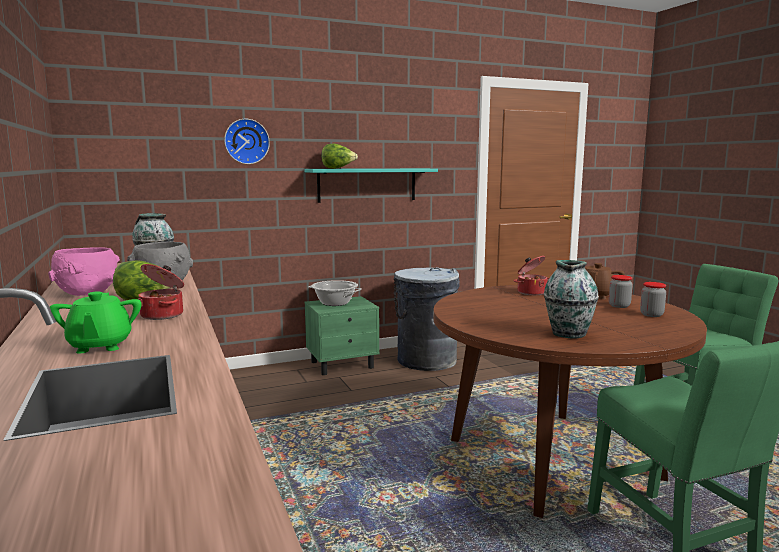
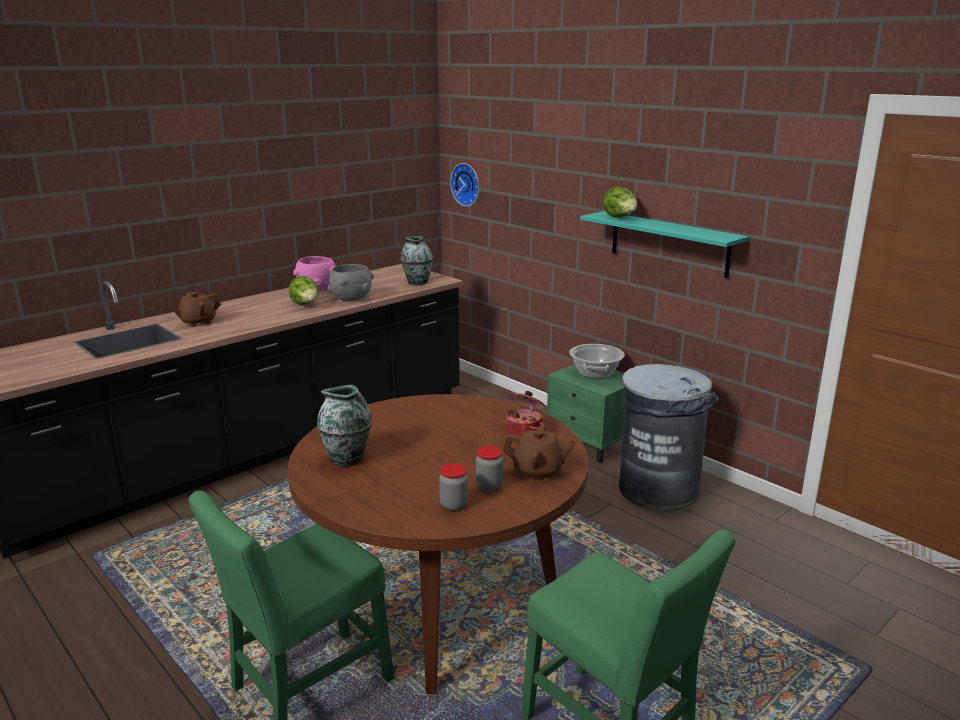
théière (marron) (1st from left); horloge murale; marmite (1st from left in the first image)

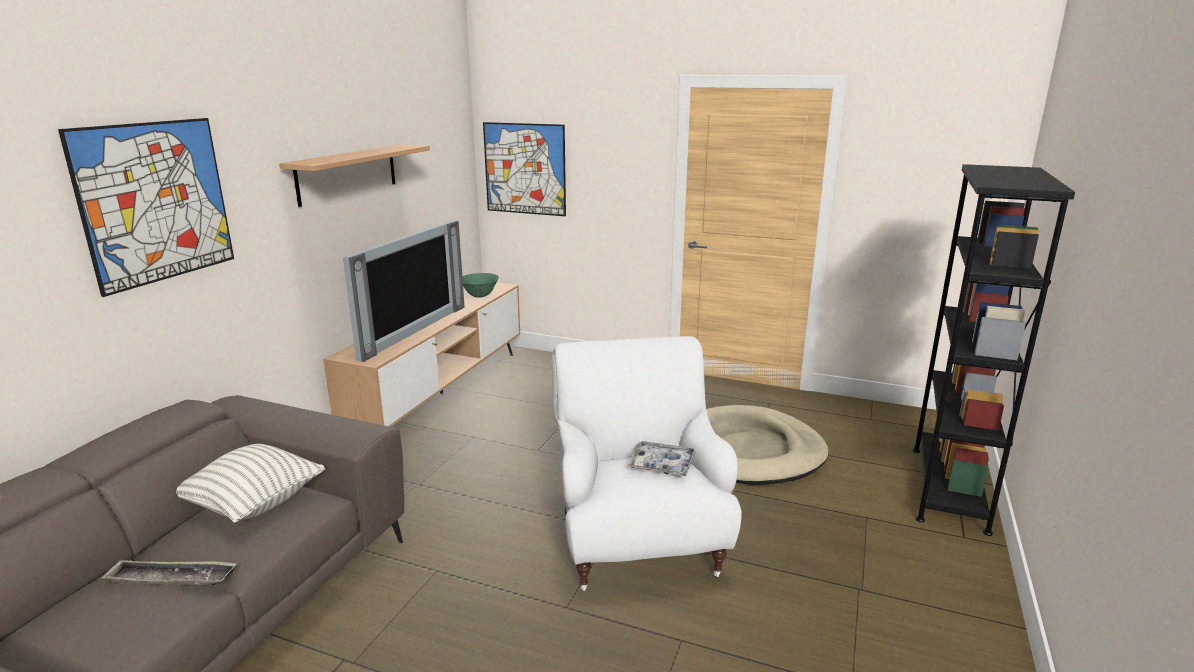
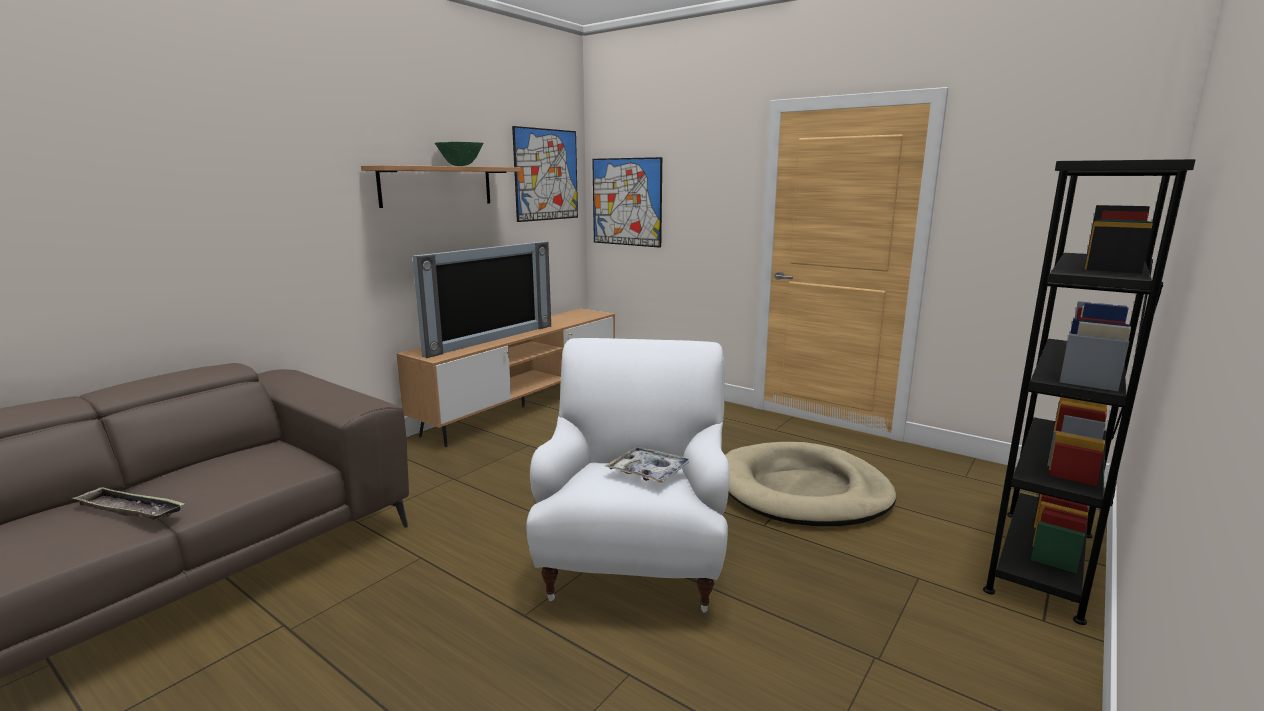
bol (vert); tableau (1st from left); coussin

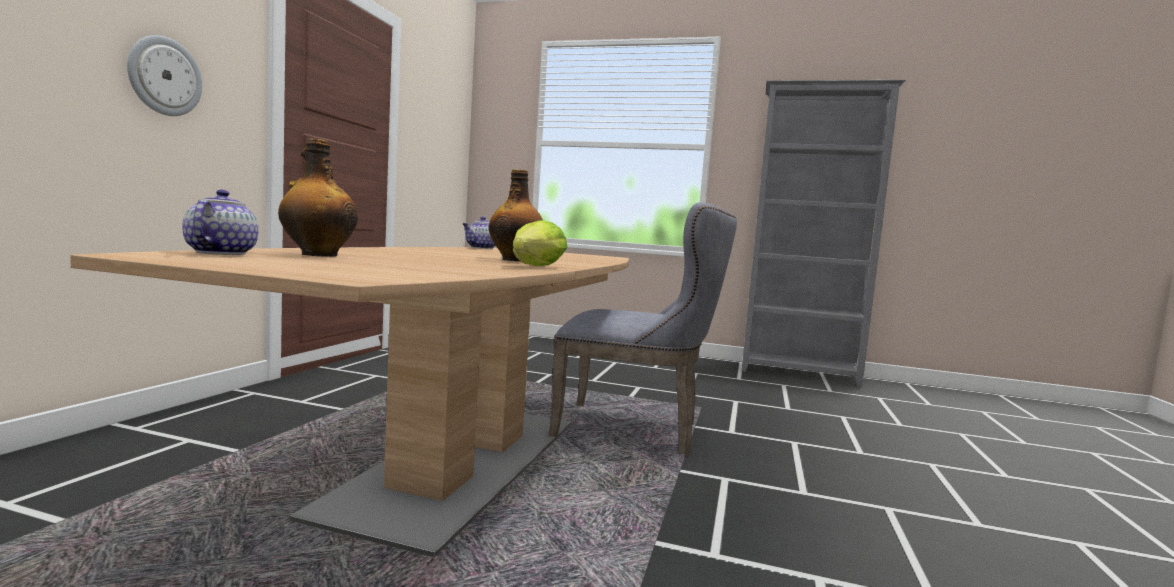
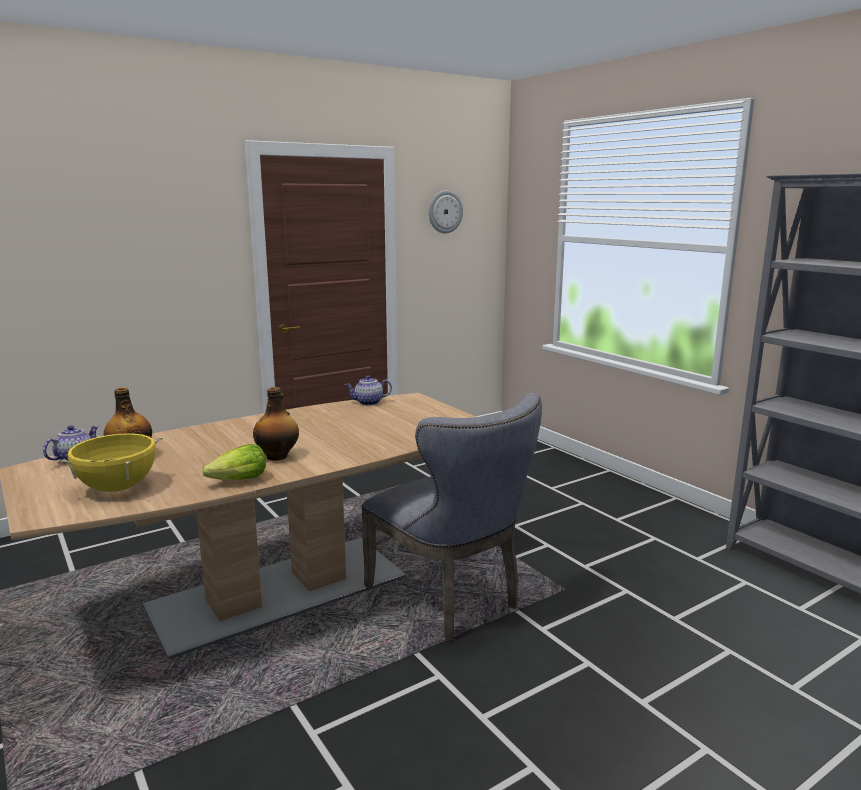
marmite (jaune); horloge murale

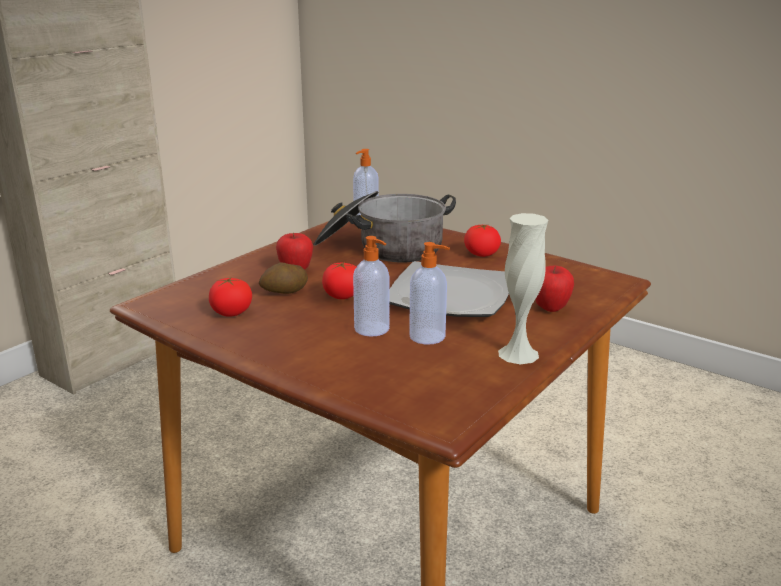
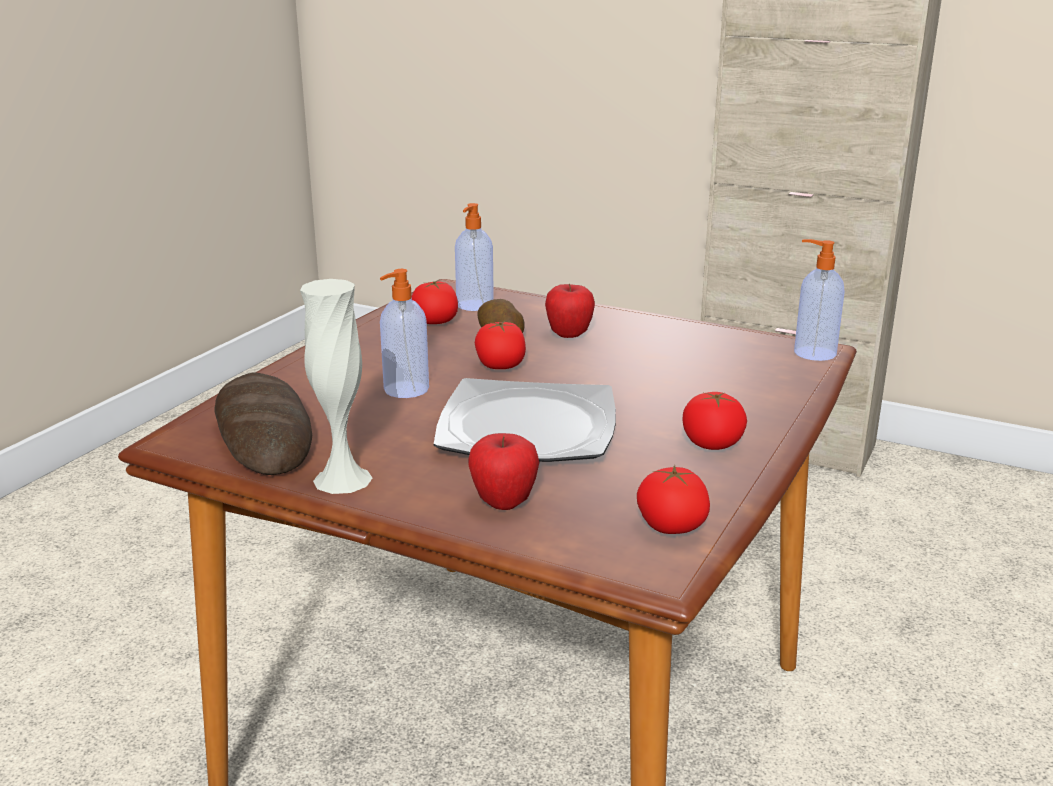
pain; distributeur de savon (2nd from left); tomate (3rd from left); marmite

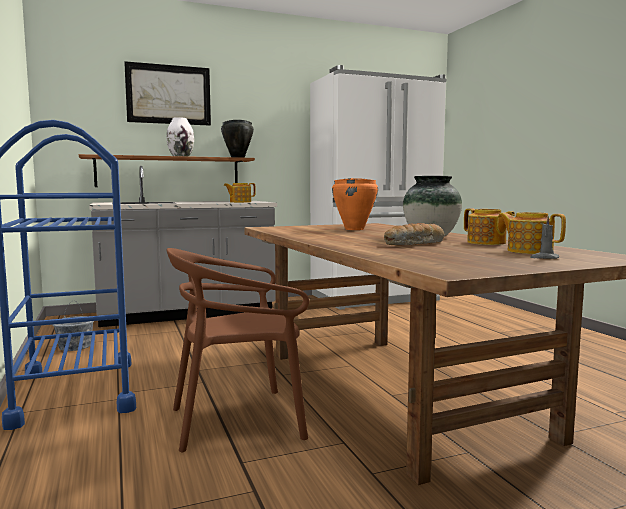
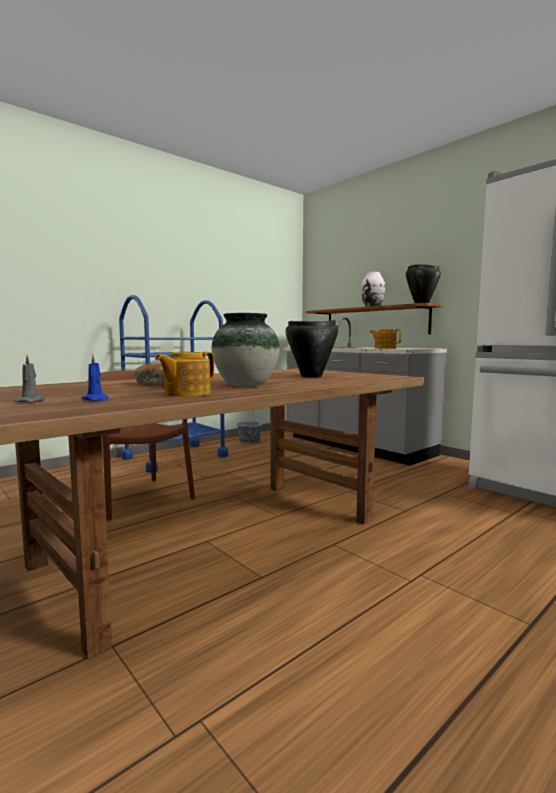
bougie (bleu); marmite (noir) (1st from left); tableau

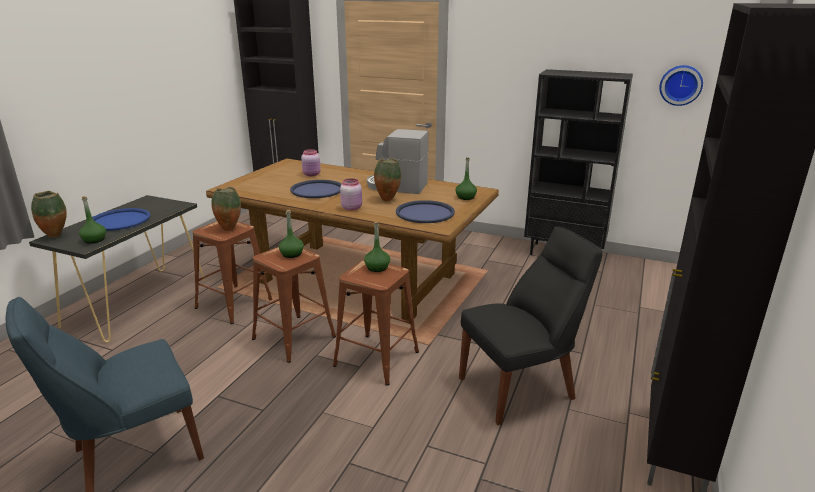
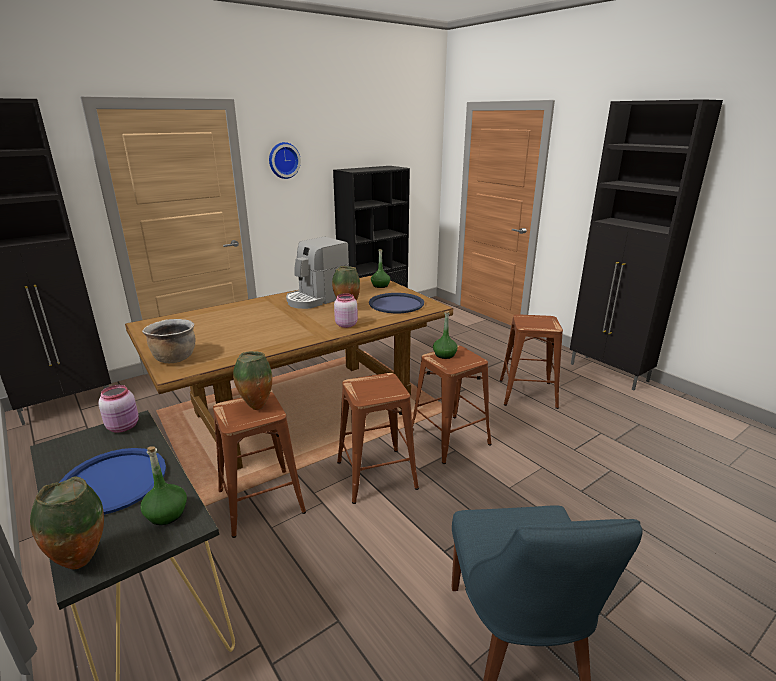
bocal (rose) (1st from left); marmite (marron); horloge murale; tabouret (marron) (4th from left); bouteille (vert) (2nd from left in the first image); plateau (bleu) (2nd from left in the first image)

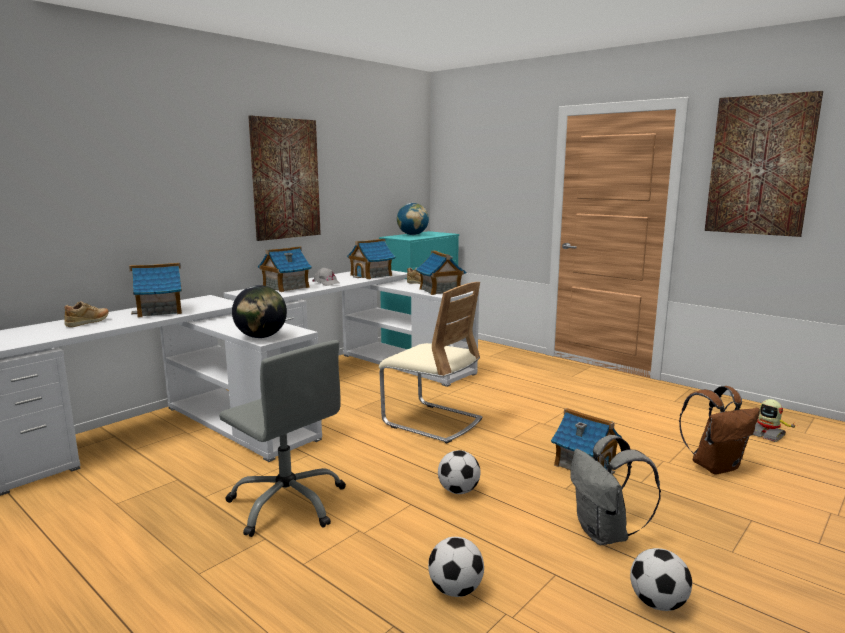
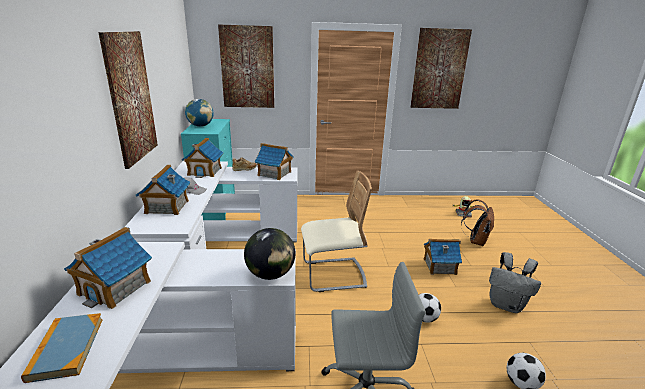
livre; tableau (2nd from left); ballon de foot (3rd from left in the first image)

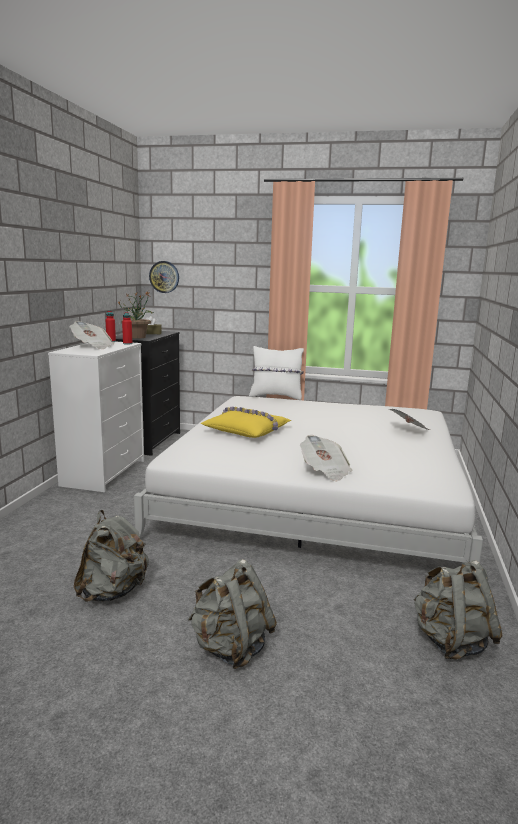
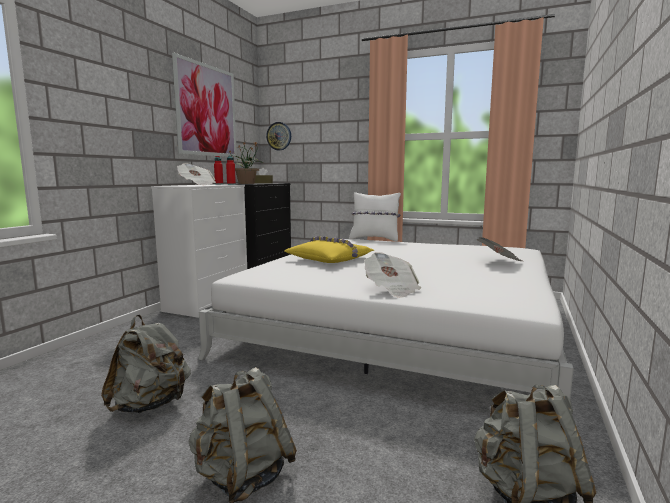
tableau

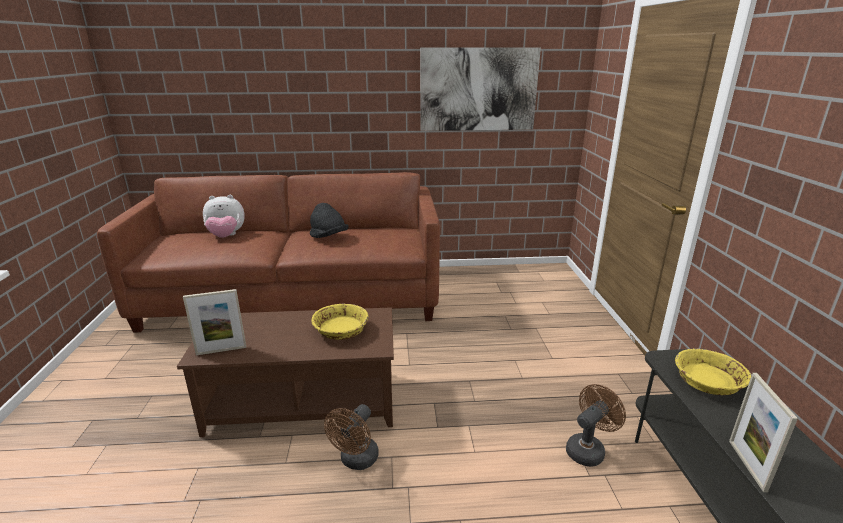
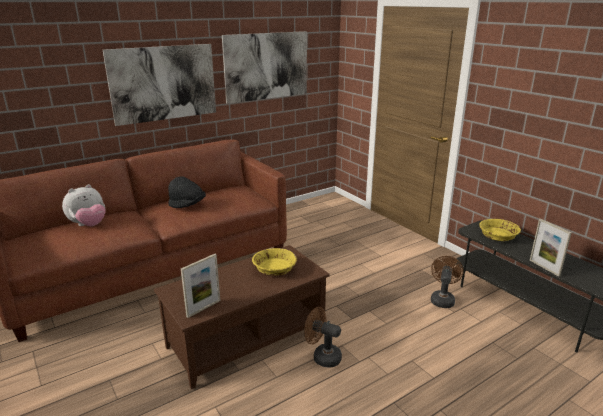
tableau (1st from left); ventilateur (marron) (1st from left)

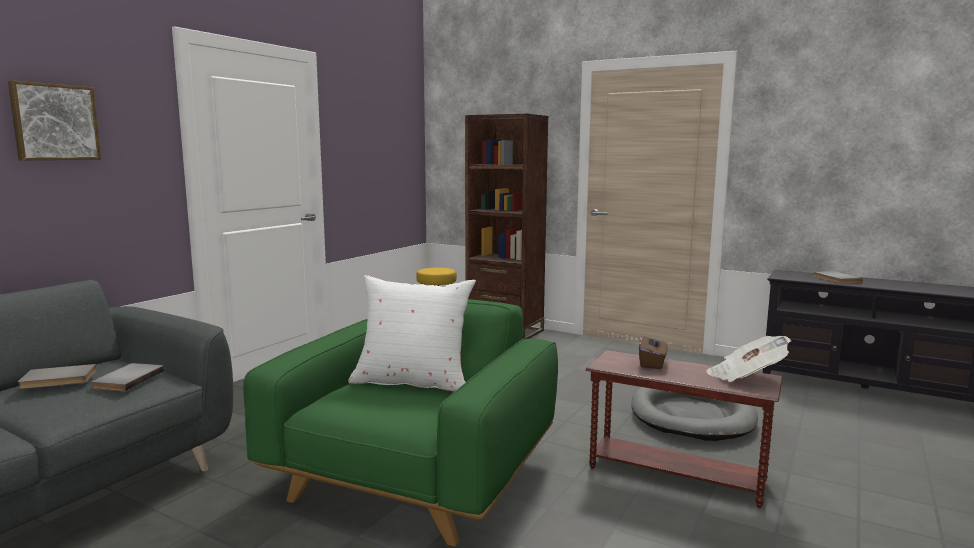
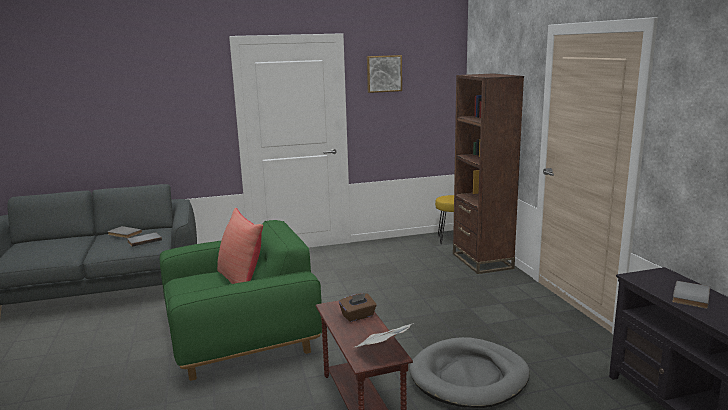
coussin (rouge); tableau

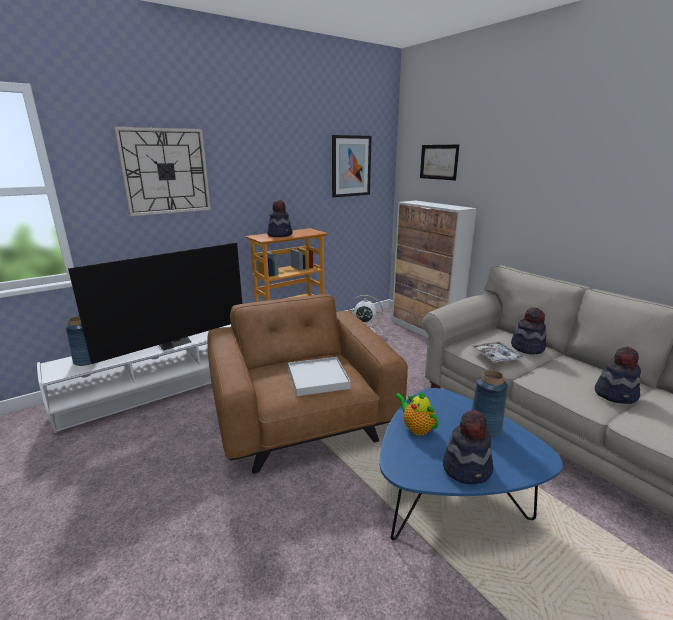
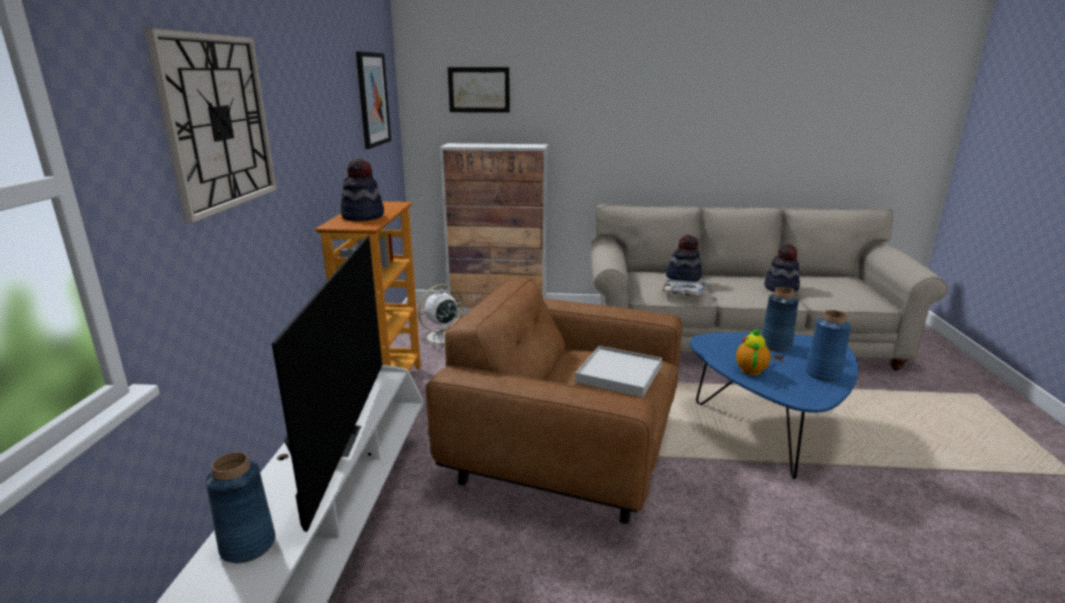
théière; vase (bleu) (3rd from left)

